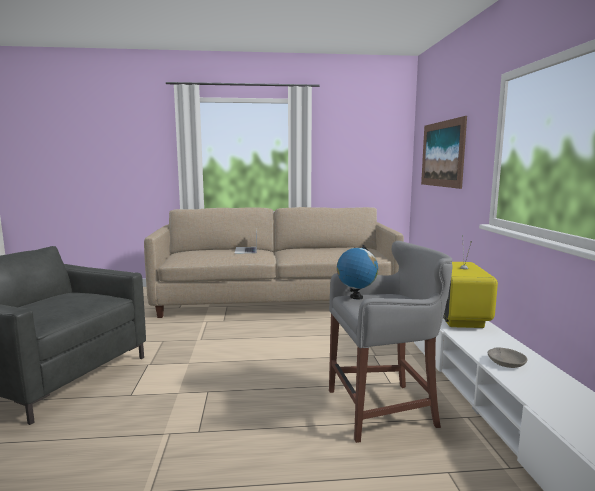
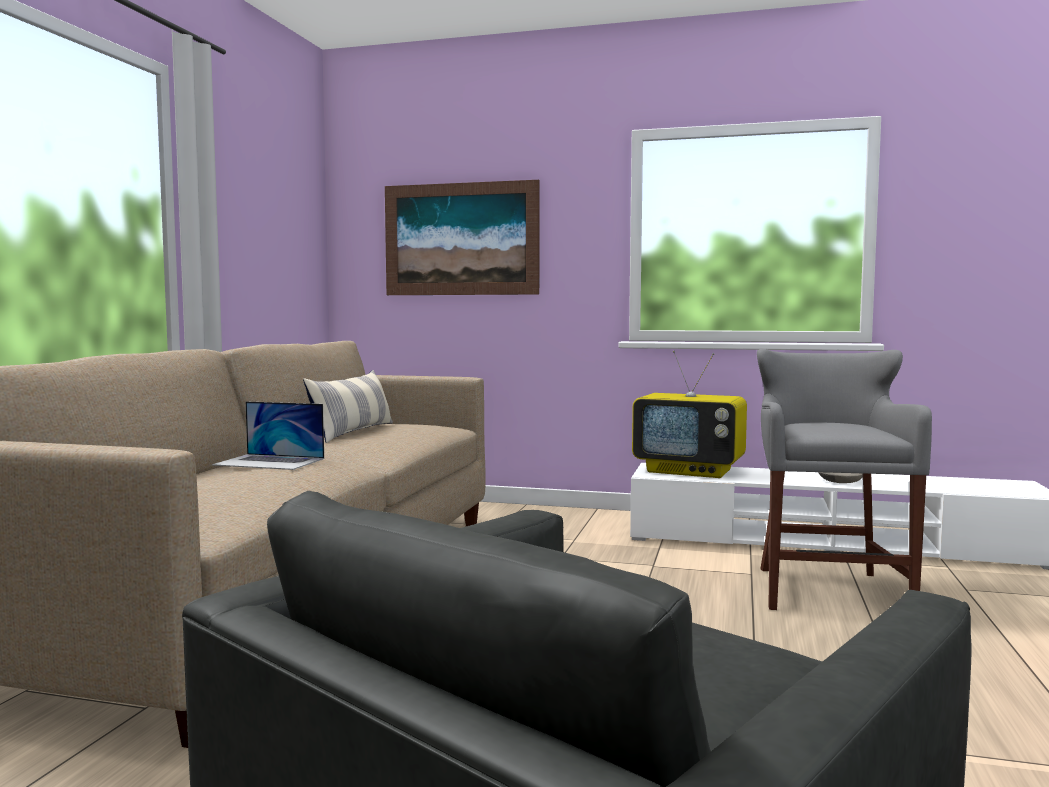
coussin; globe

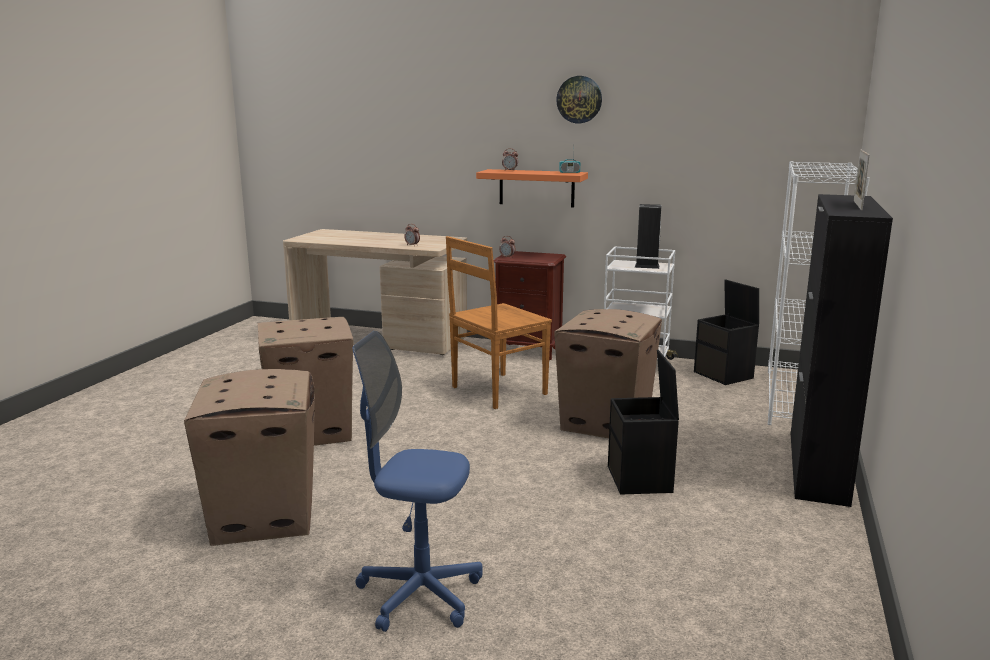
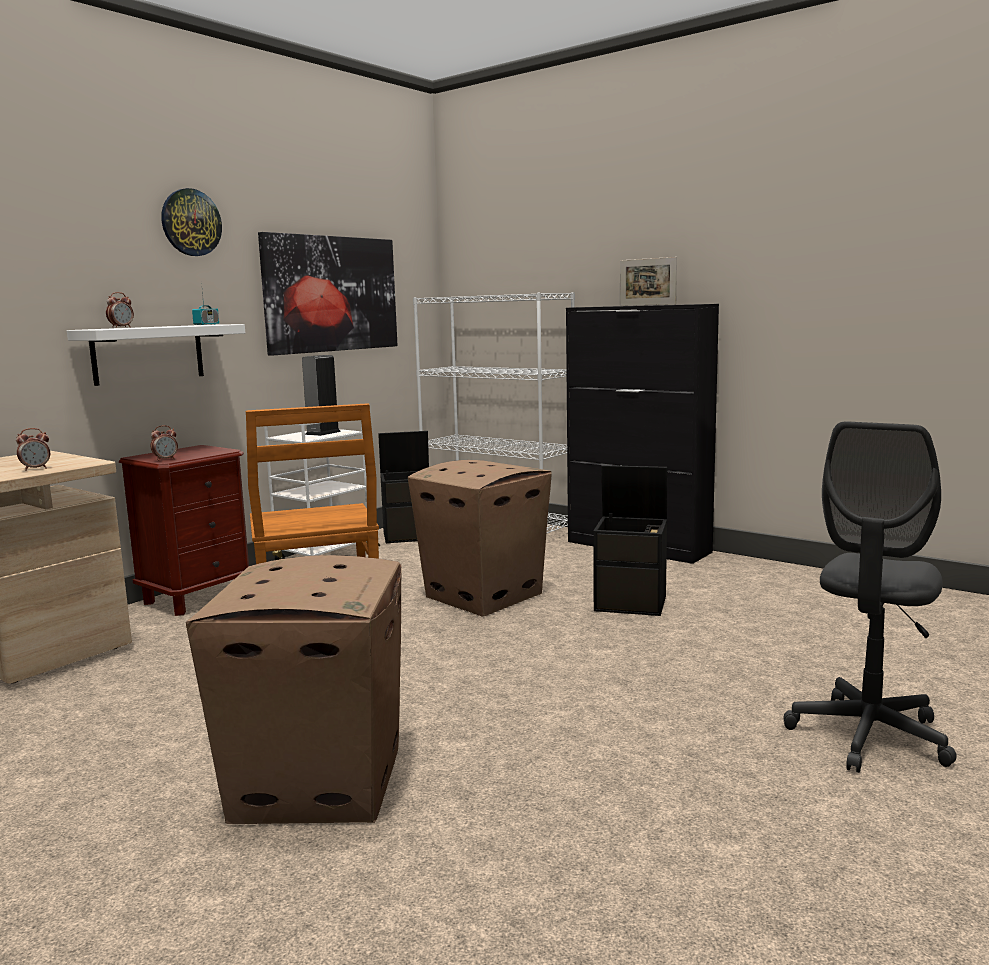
étagère (blanc); tableau; chaise de bureau (gris); carton (1st from left in the first image)

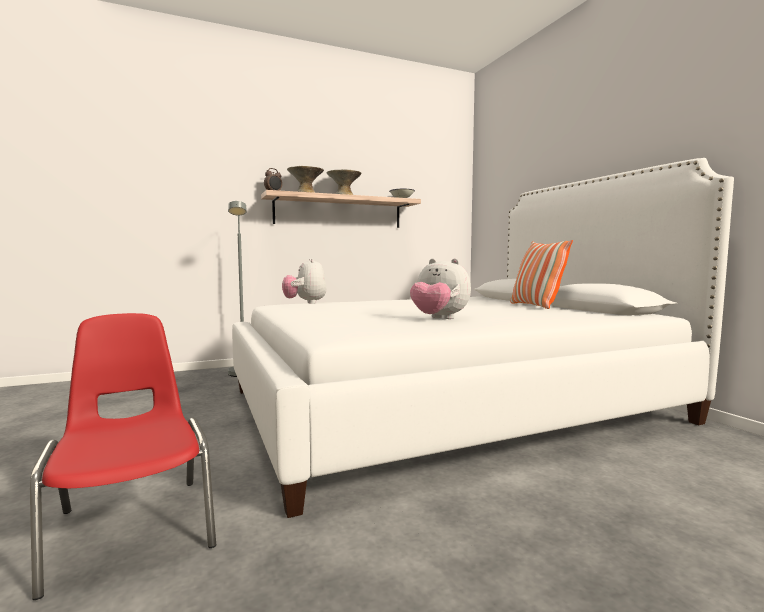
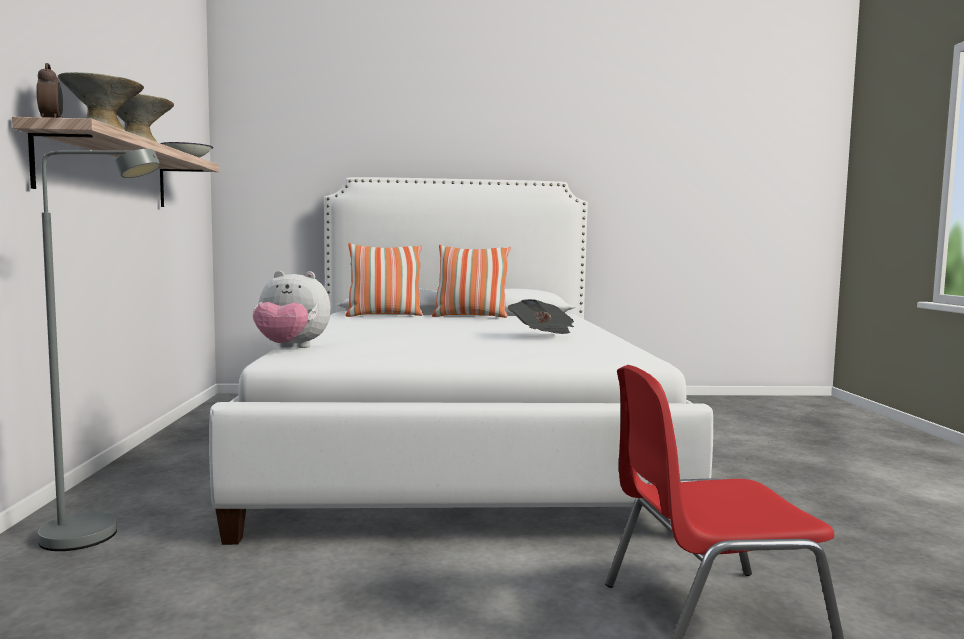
coussin (1st from left); journal

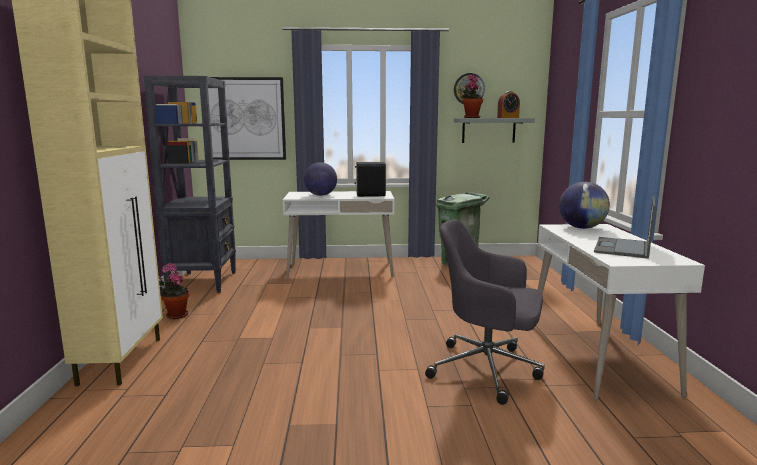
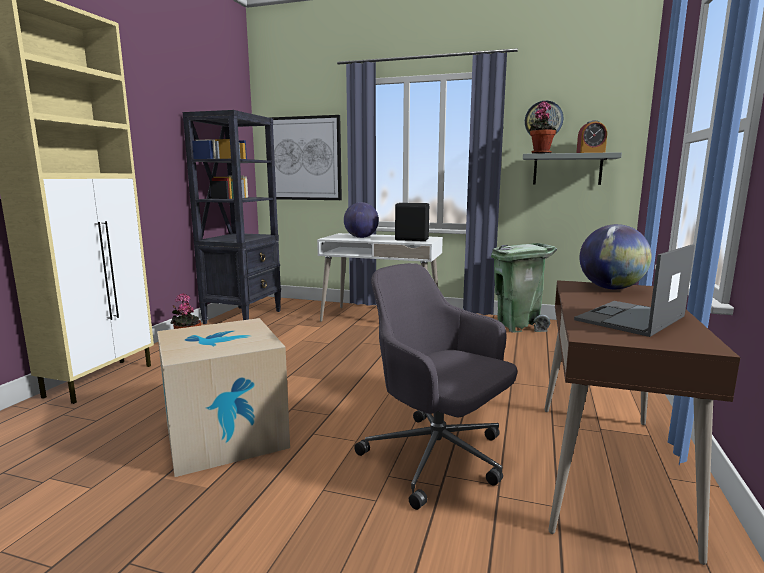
carton; bureau (marron)

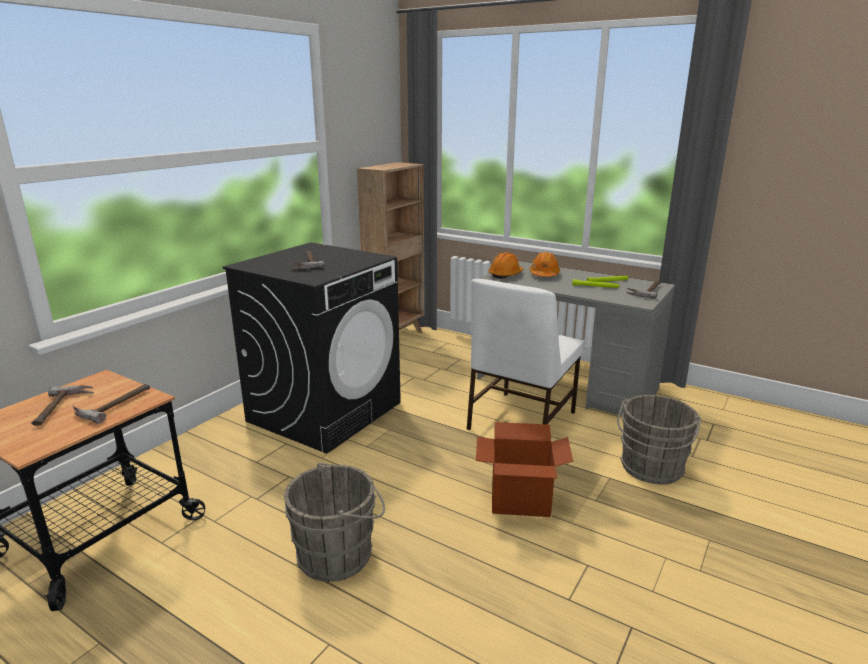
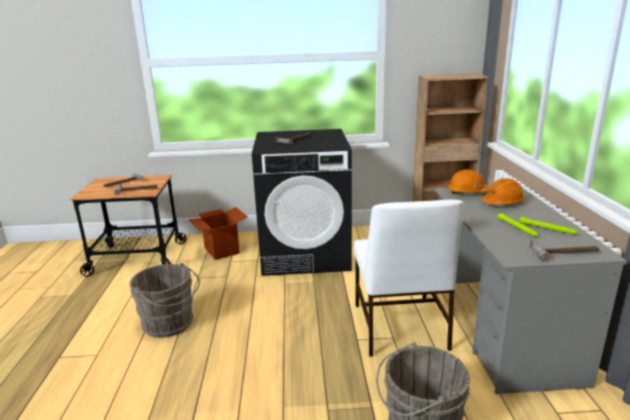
carton; chaise (blanc)

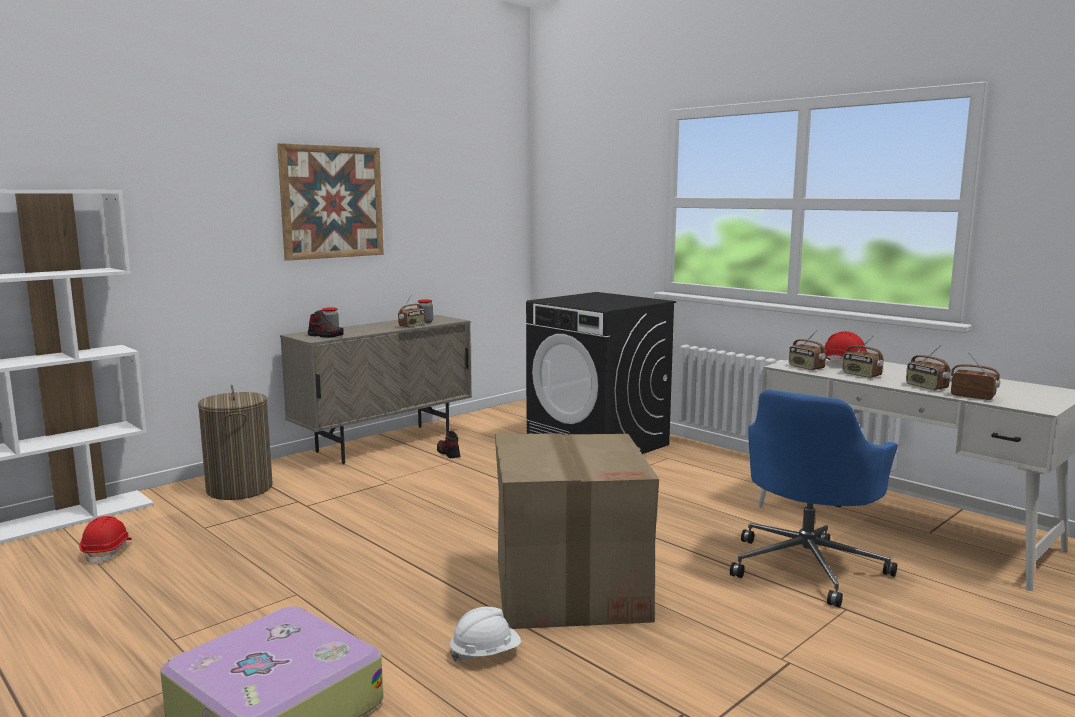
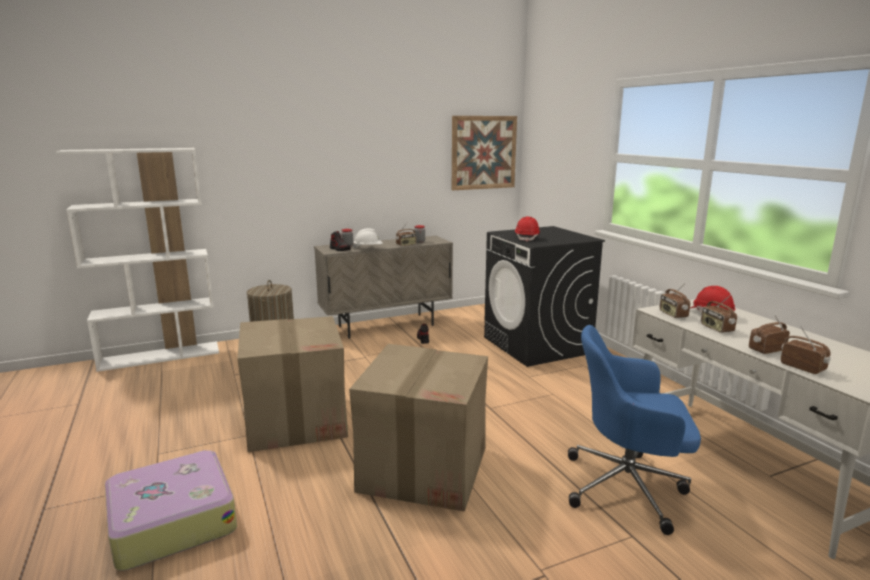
carton (1st from left); casque de chantier (blanc); tableau; casque de chantier (rouge) (1st from left); chaise de bureau (bleu); radio (4th from left)

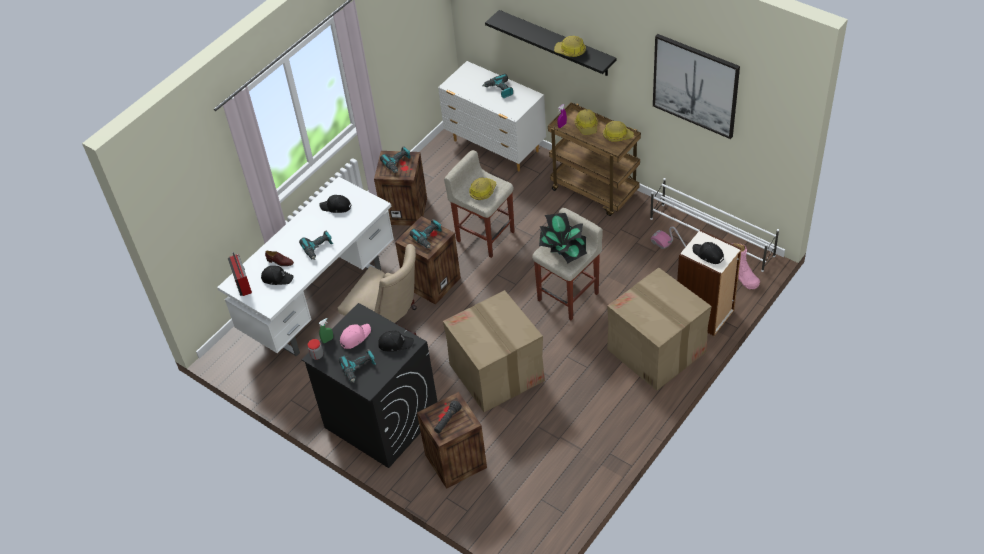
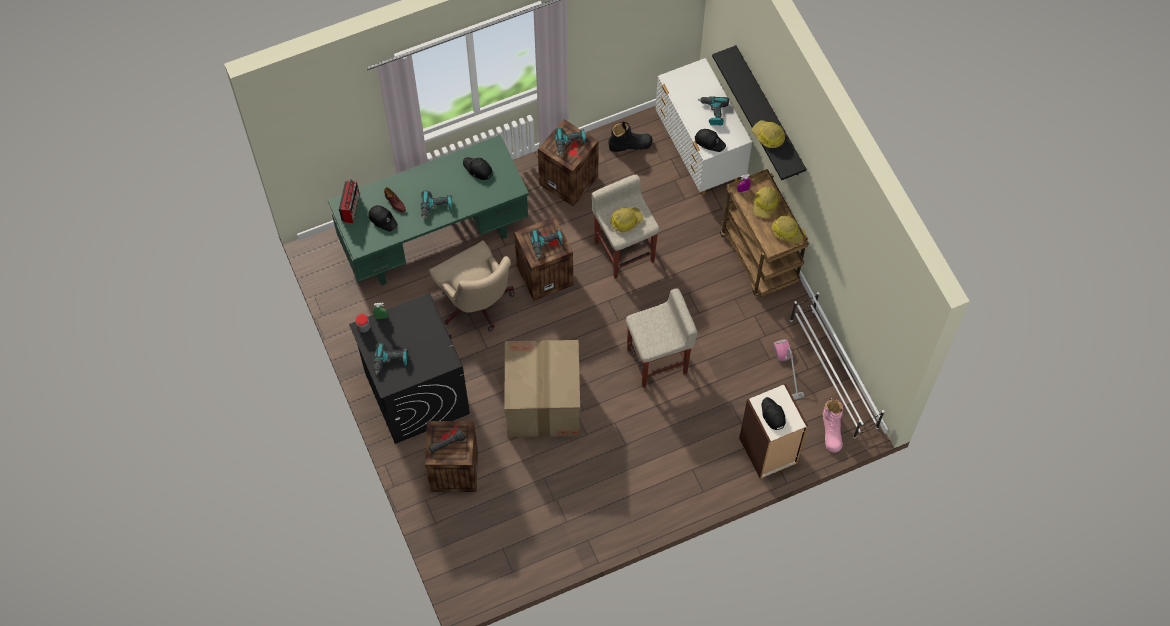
bureau (vert); botte (noir); casquette (noir) (3rd from left); casquette (rose); plante en pot; carton (2nd from left in the first image); tableau

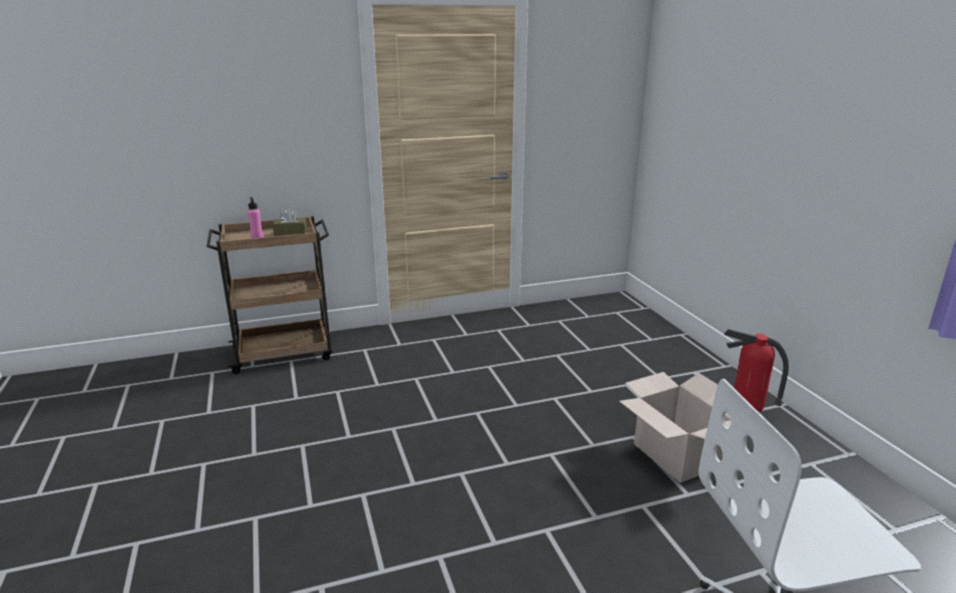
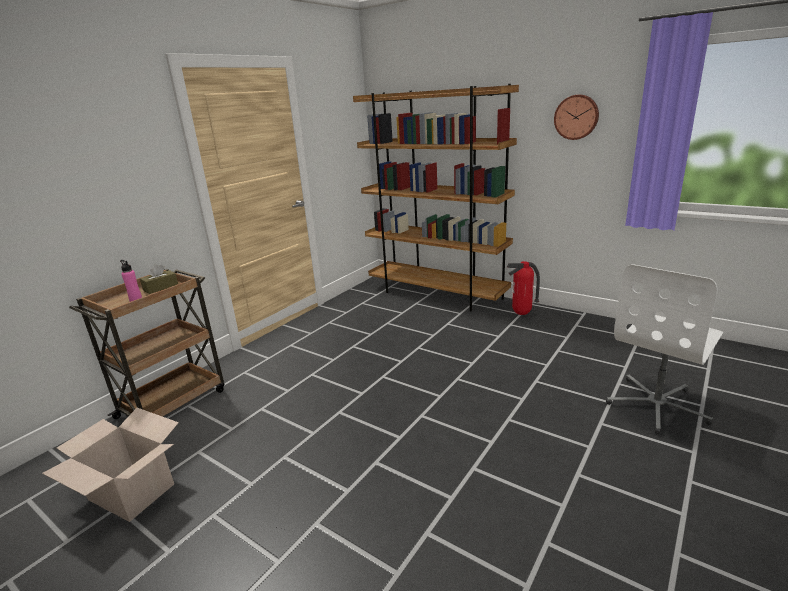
carton; bibliothèque (marron); horloge murale

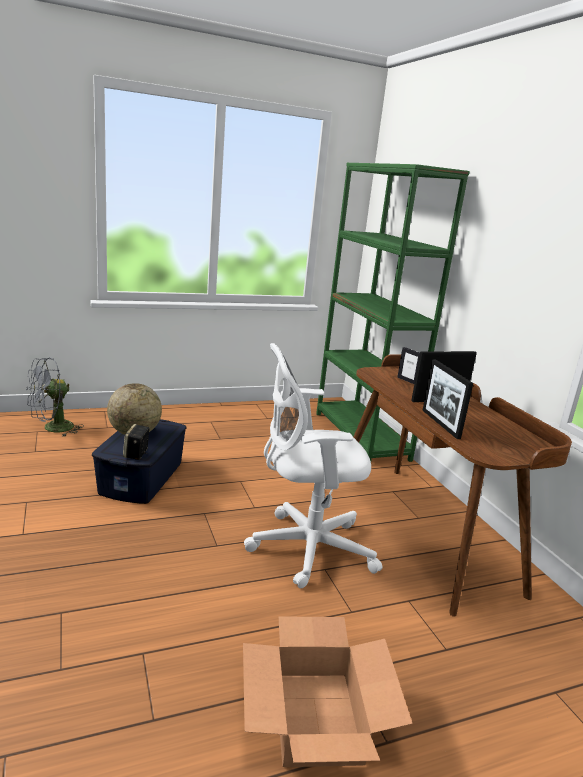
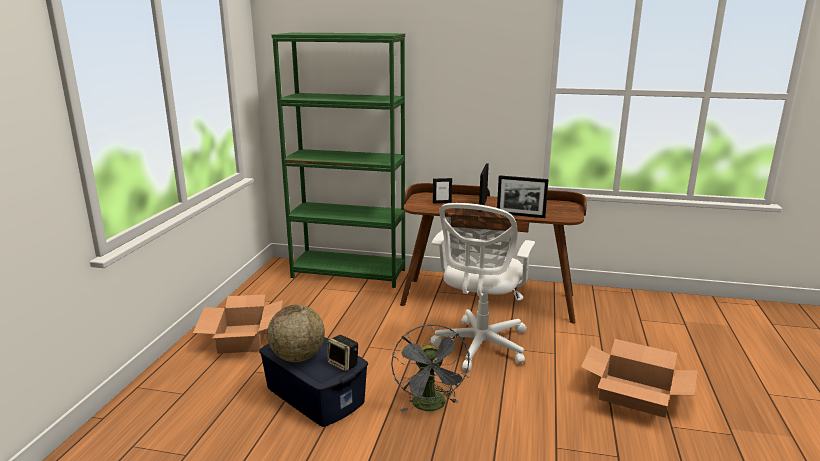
carton (1st from left); ventilateur (gris)

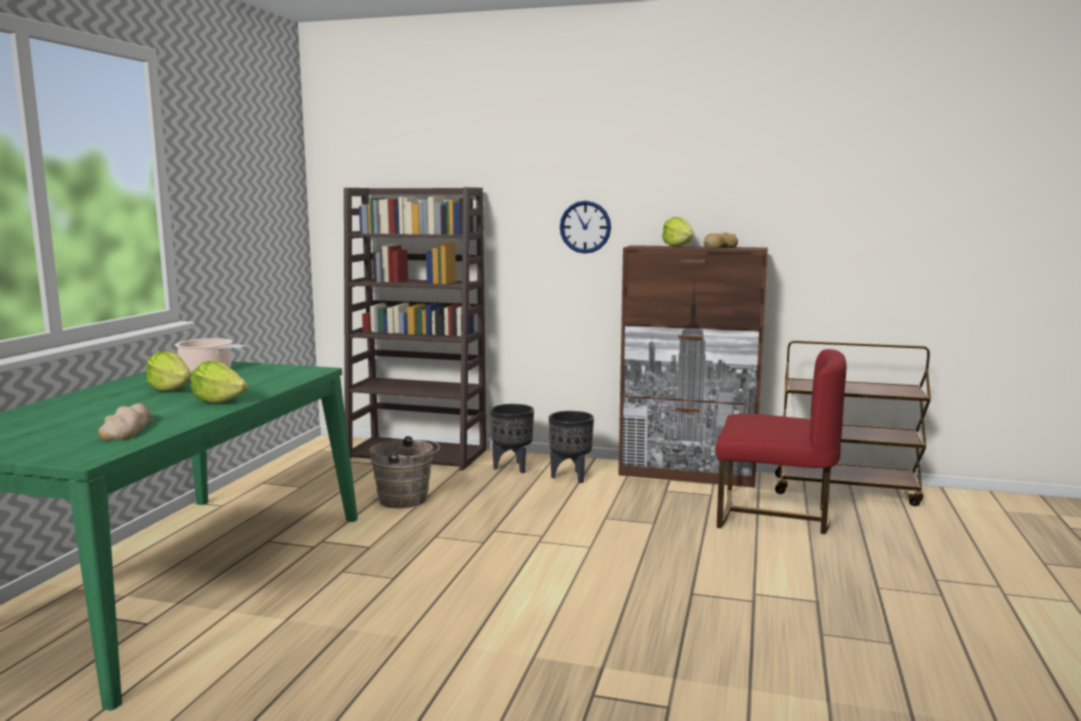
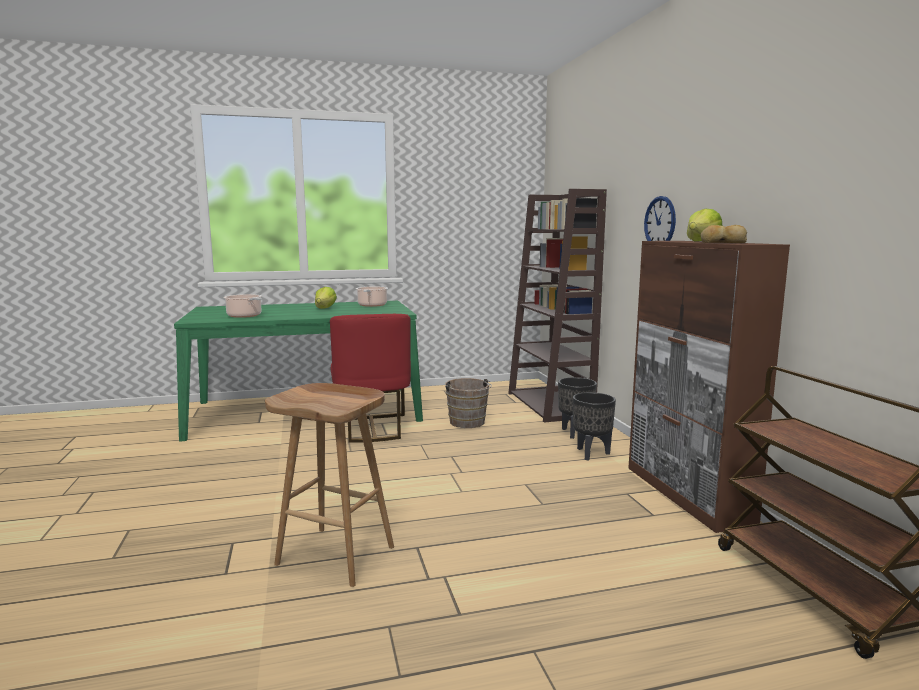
marmite (1st from left); tabouret (marron); chaise (rouge); laitue (2nd from left in the first image)

